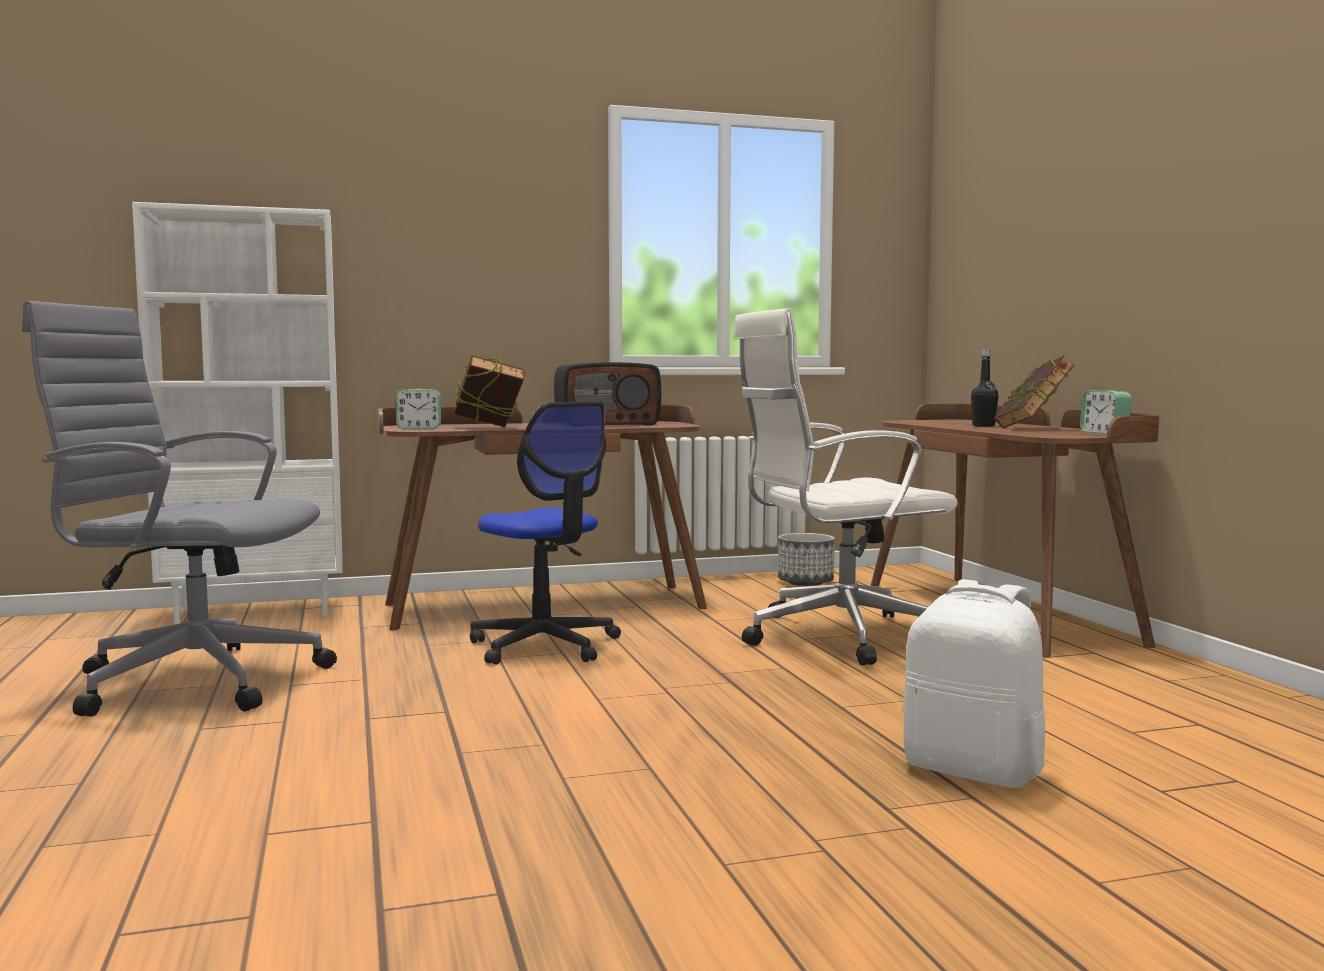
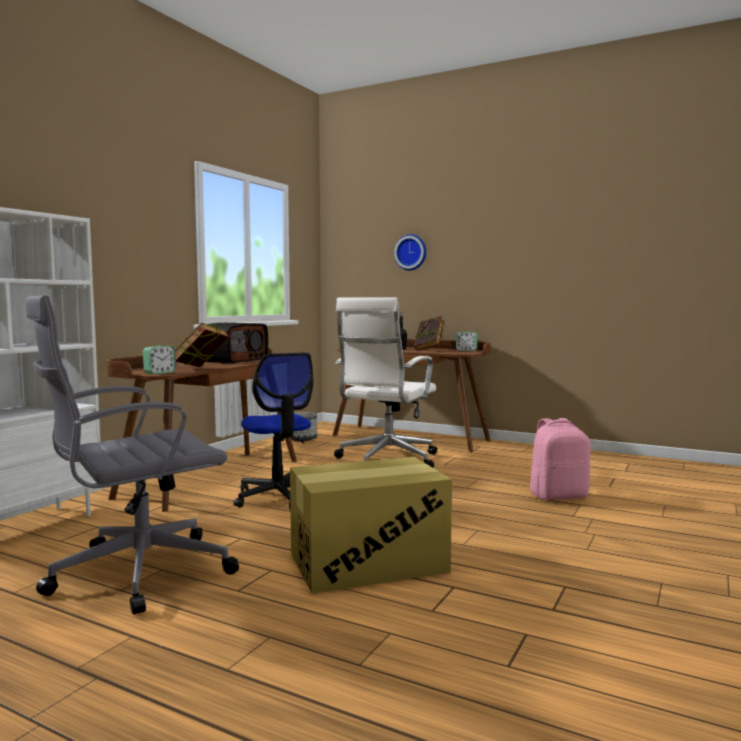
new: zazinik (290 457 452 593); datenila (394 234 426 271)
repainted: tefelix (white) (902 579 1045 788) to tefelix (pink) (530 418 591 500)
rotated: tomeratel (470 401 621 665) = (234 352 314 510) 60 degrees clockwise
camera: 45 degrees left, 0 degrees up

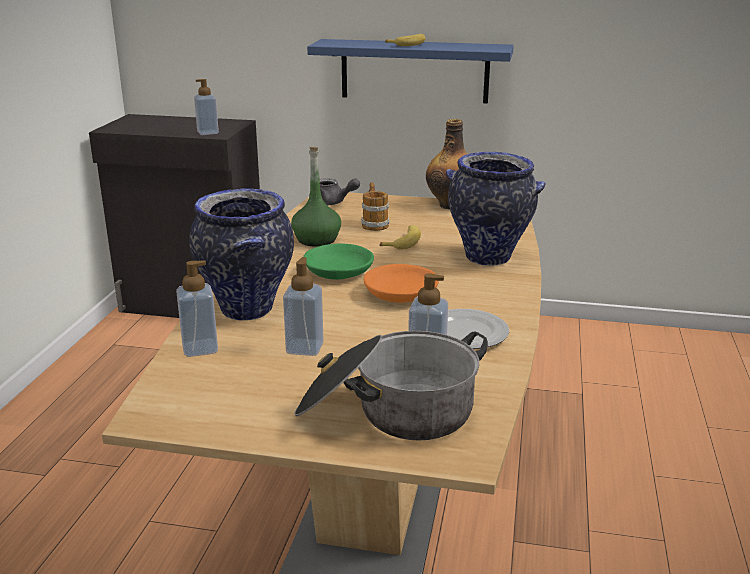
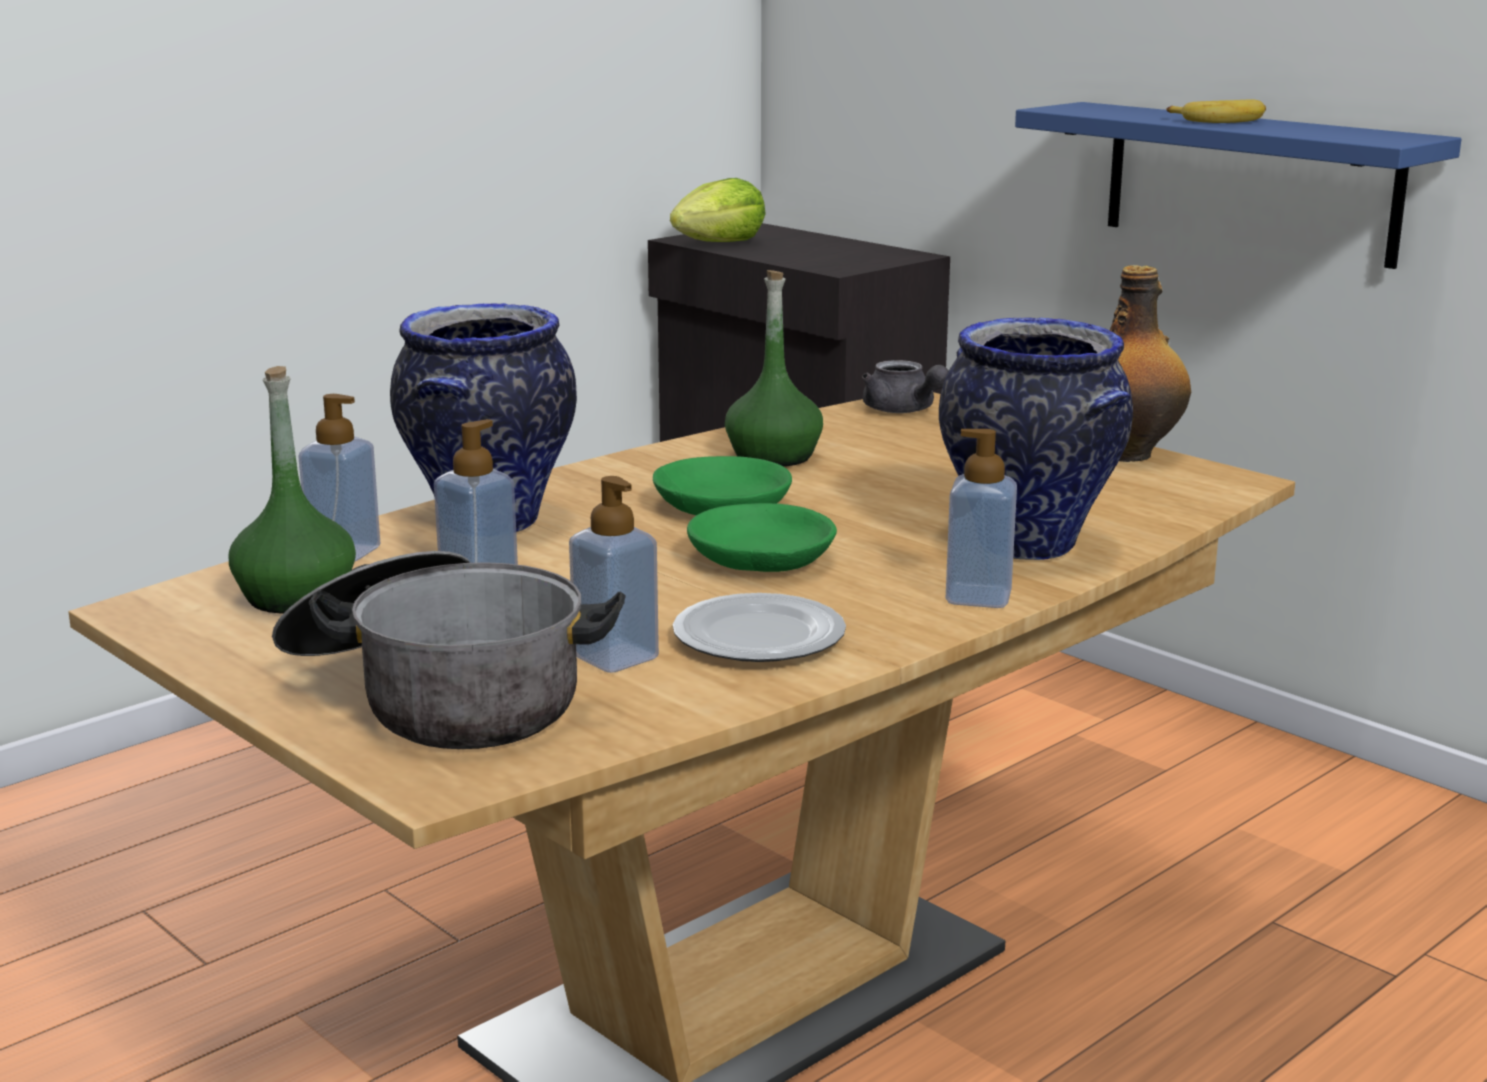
gone: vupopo (361 183 390 231); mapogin (380 225 421 250)
new: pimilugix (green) (229 366 356 613); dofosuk (670 178 766 242)
shifted: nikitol (194 79 219 135) to (946 429 1017 608)
repainted: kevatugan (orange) (363 264 439 303) to kevatugan (green) (687 503 837 572)
camera: 35 degrees right, 5 degrees down

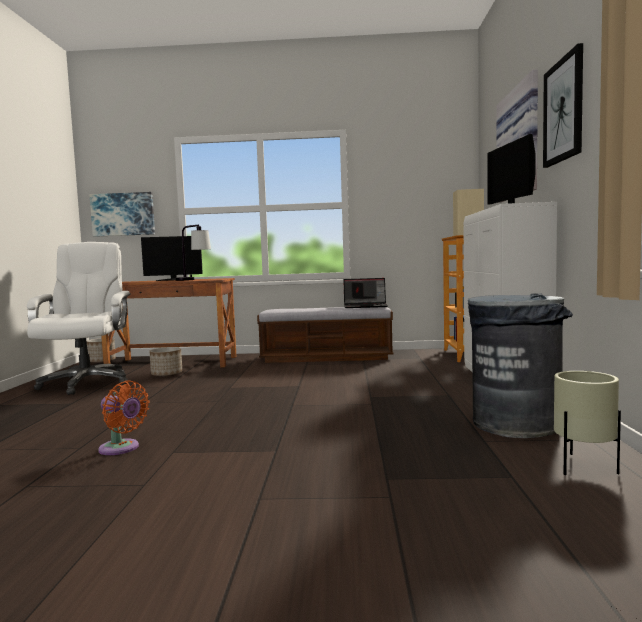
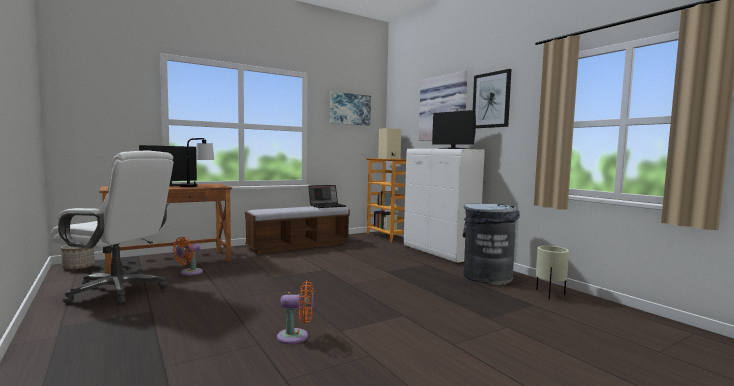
shifted: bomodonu (90 192 155 237) to (330 92 371 126)
swapped: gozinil (149 347 182 377) to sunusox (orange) (172 237 203 276)
rotated: tomeratel (white) (27 242 131 395) = (50 150 174 305) 150 degrees clockwise
camera: 35 degrees left, 0 degrees up

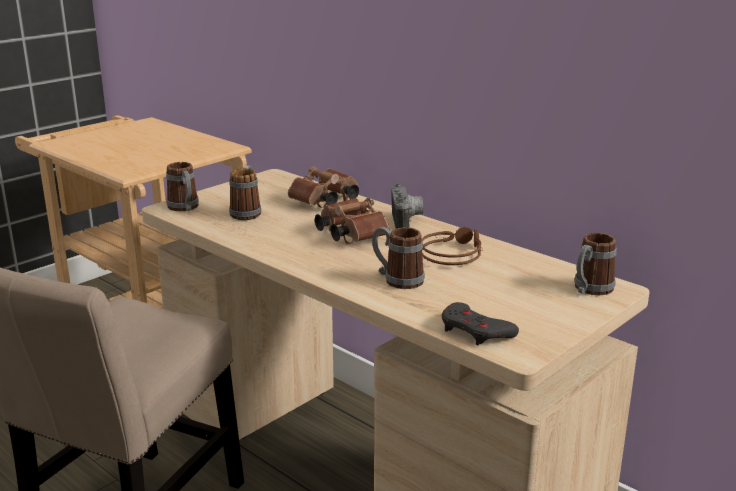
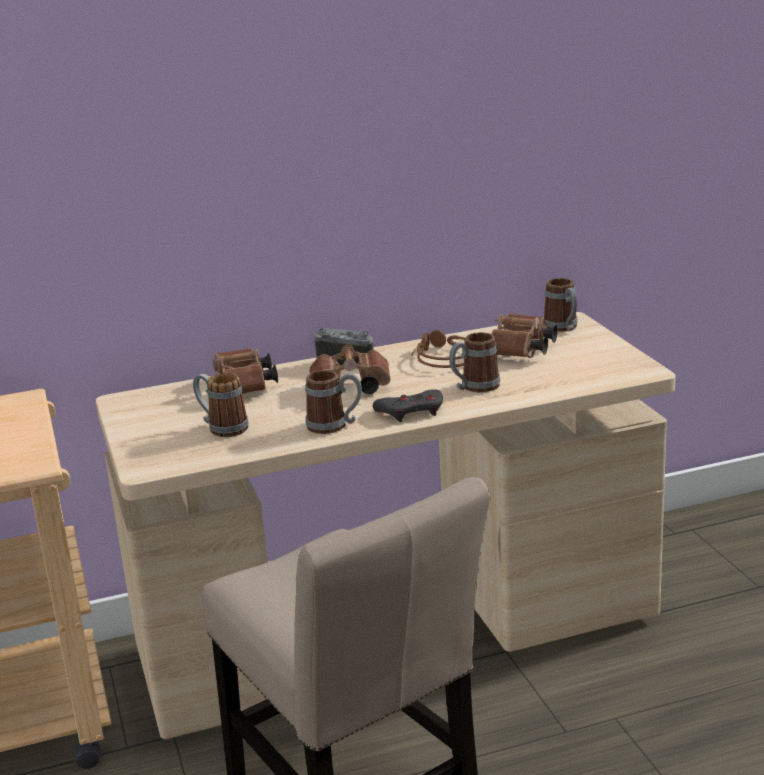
new: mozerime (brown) (492 313 558 358)
shifted: vupopo (166 162 199 211) to (305 370 362 434); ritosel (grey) (442 302 519 345) to (373 389 443 422)
camera: 60 degrees left, 0 degrees up

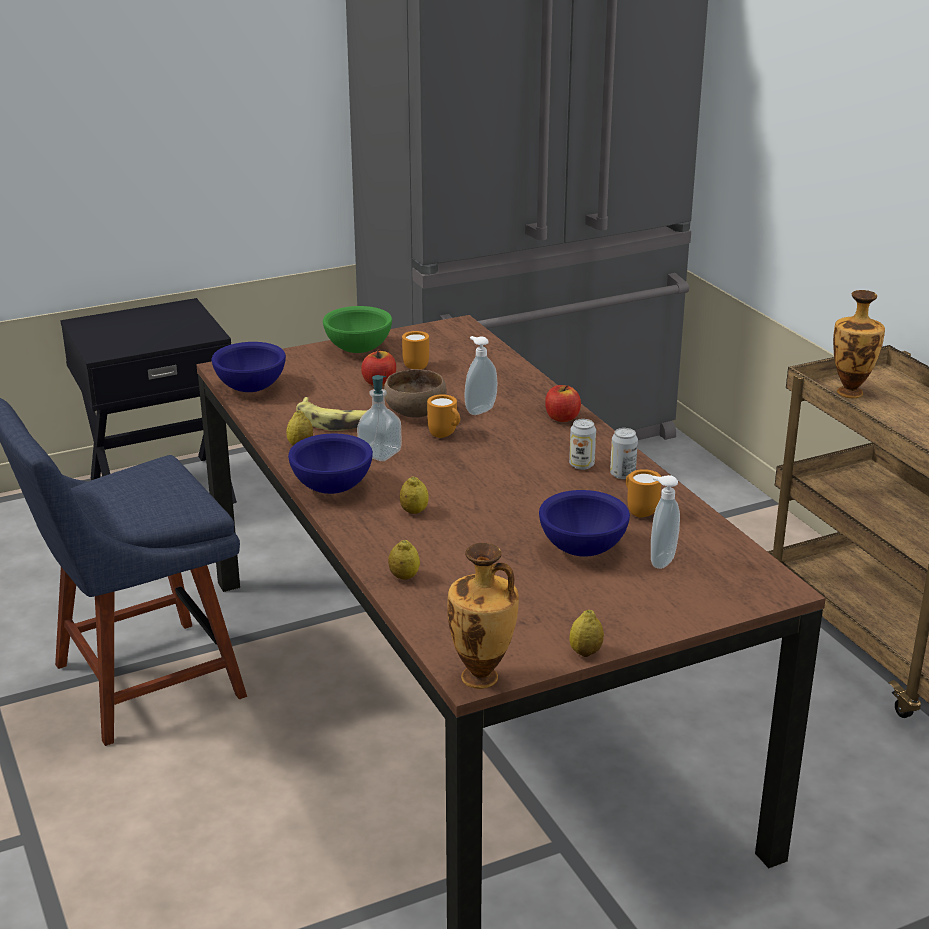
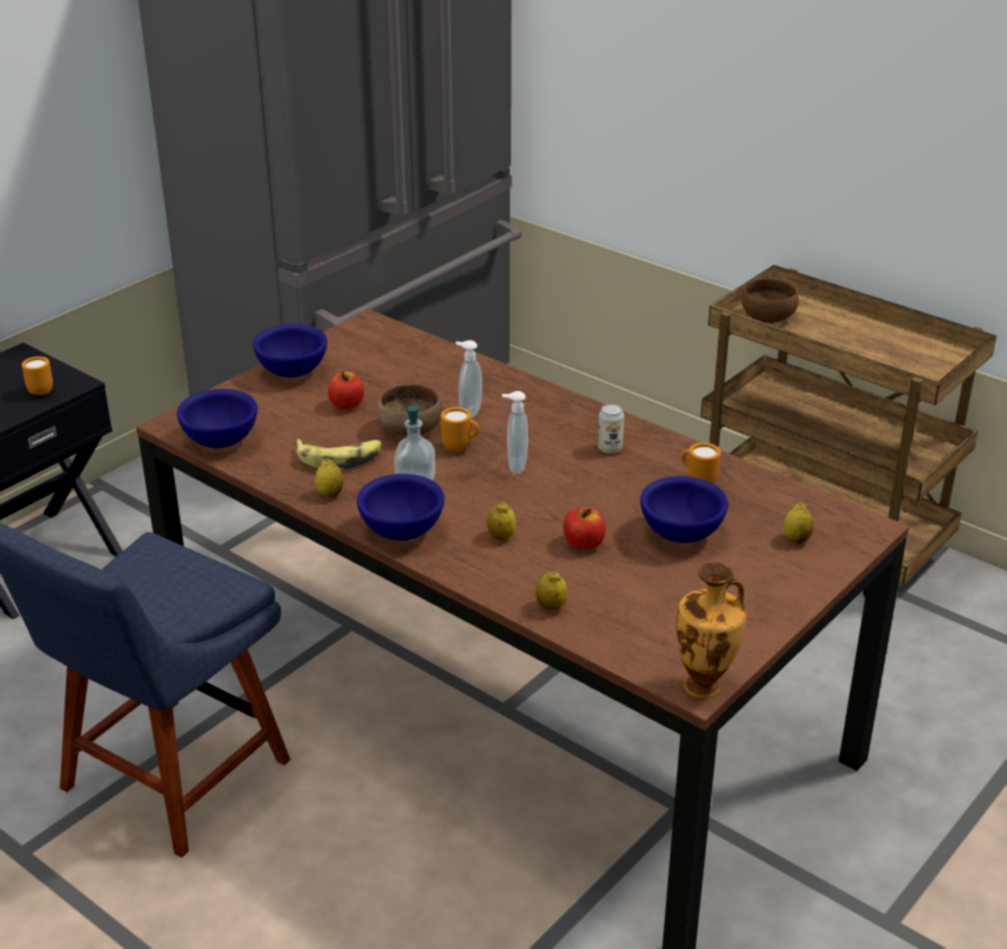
gone: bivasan (610 428 638 479)
shifted: vupopo (orange) (402 331 429 370) to (22 356 53 395); nikitol (651 475 680 569) to (502 391 528 474); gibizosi (545 385 581 422) to (563 507 606 550); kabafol (570 610 604 657) to (784 502 814 543)
swapped: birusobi (833 290 885 398) to kevatugan (brown) (741 279 799 323)
repainted: kevatugan (green) (323 306 392 353) to kevatugan (blue) (253 324 327 377)
camera: 25 degrees left, 5 degrees up

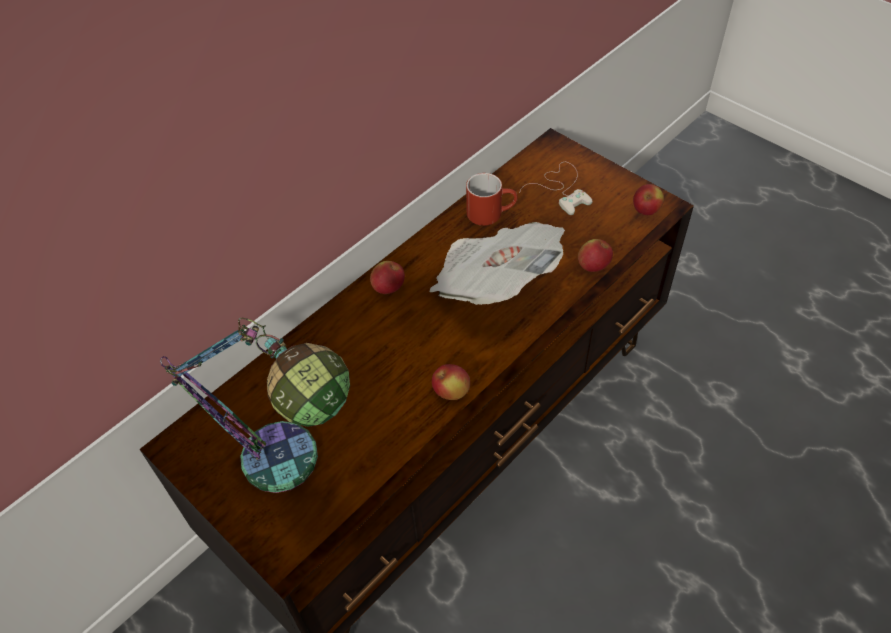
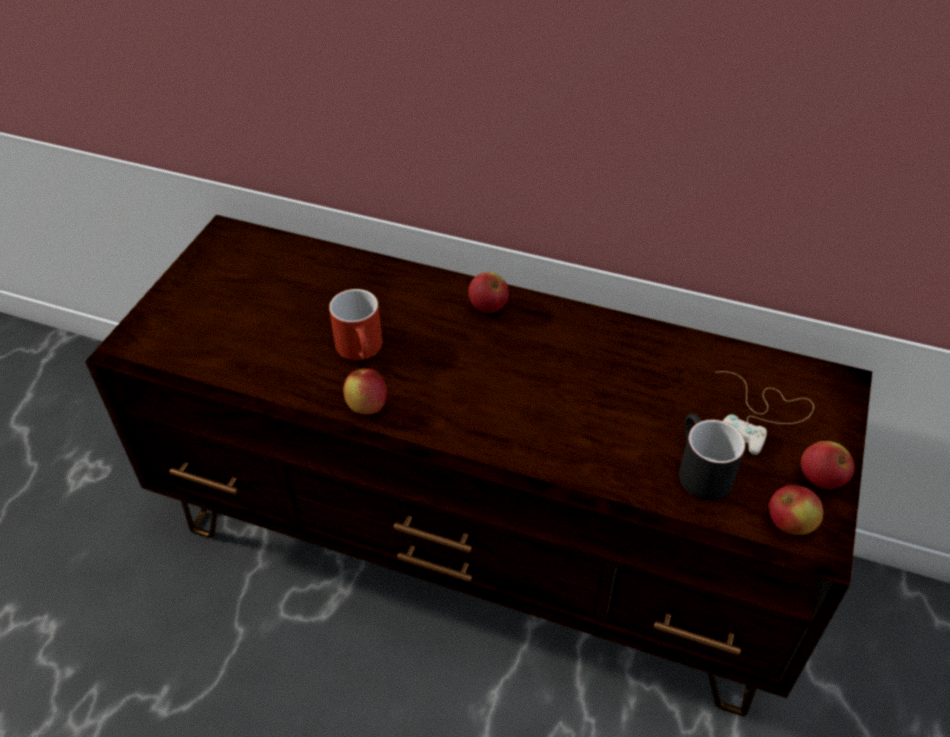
gone: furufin (160 318 350 493); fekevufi (429 222 565 305)
new: vupopo (black) (679 413 745 500)
shifted: vupopo (red) (466 173 518 226) to (329 289 382 360); gibizosi (578 239 613 272) to (801 441 854 489)
camera: 65 degrees right, 5 degrees down

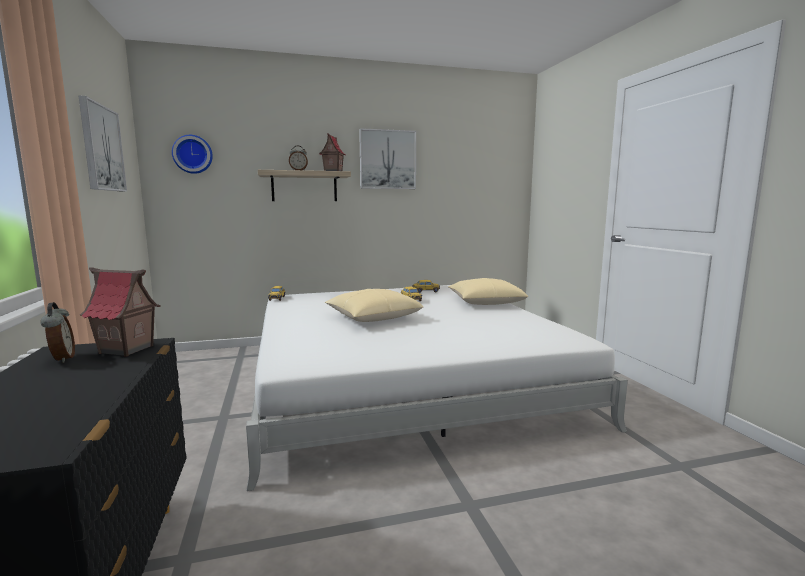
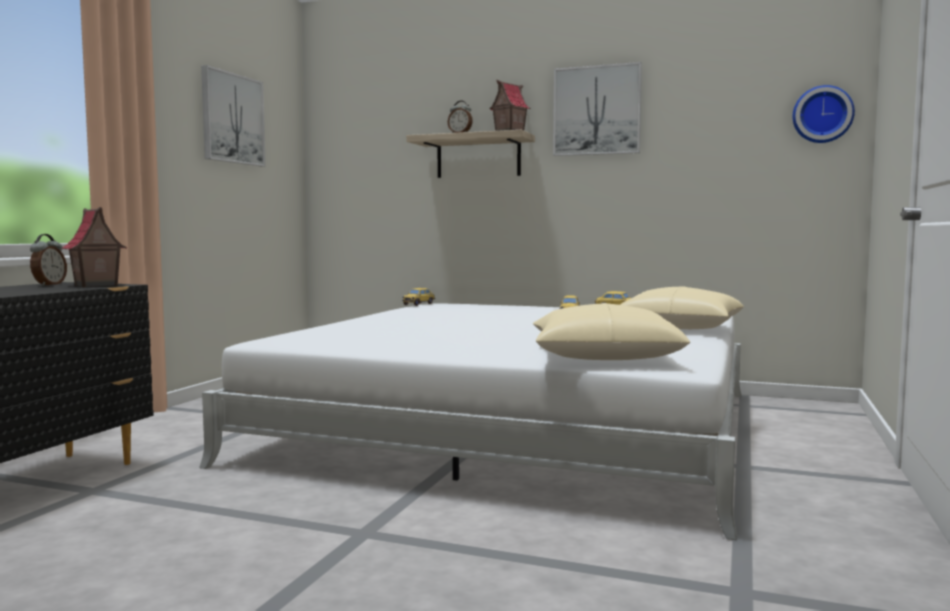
shifted: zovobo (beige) (325 289 423 322) to (532 303 690 360); datenila (172 135 213 174) to (792 85 855 143)
camera: 35 degrees right, 5 degrees down

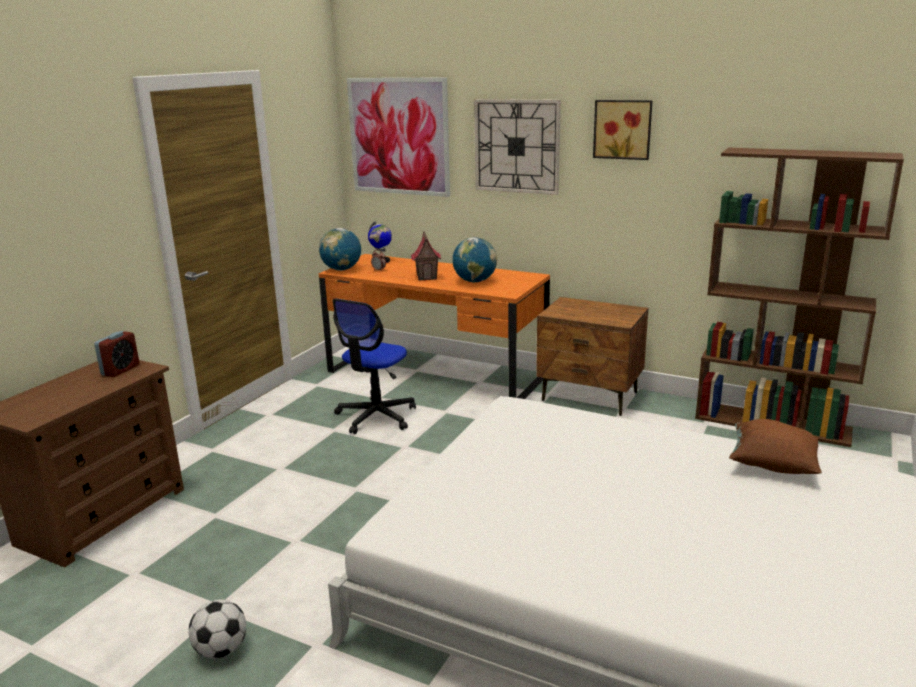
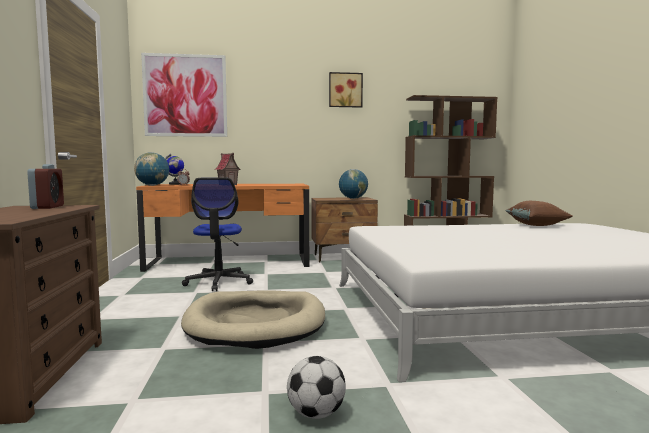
gone: datenila (474 99 561 195)
new: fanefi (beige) (181 290 325 349)
shifted: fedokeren (452 237 497 283) to (339 169 368 199)
camera: 35 degrees left, 15 degrees down

